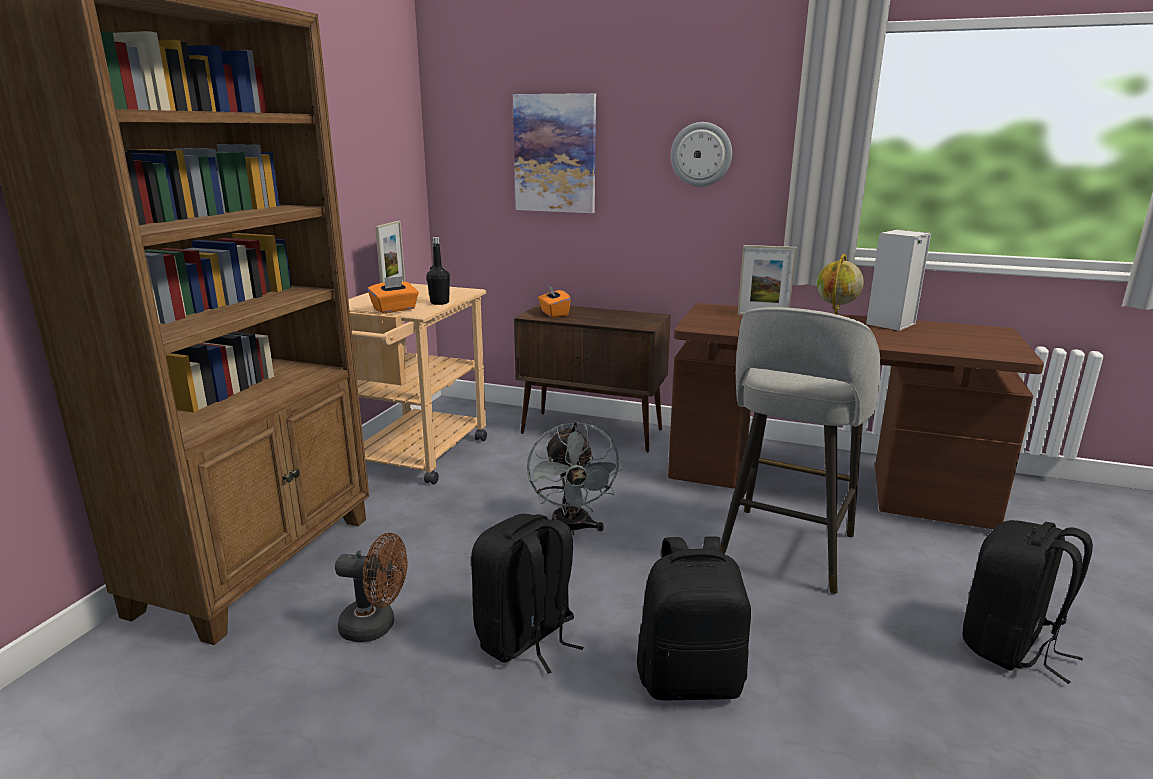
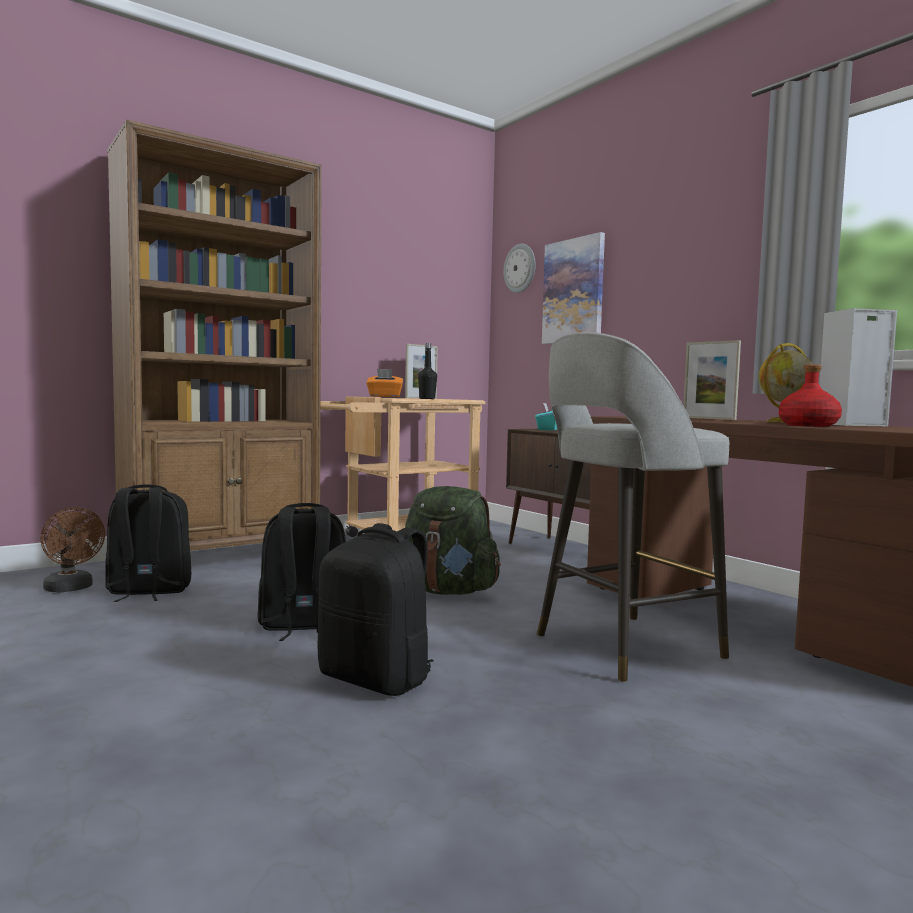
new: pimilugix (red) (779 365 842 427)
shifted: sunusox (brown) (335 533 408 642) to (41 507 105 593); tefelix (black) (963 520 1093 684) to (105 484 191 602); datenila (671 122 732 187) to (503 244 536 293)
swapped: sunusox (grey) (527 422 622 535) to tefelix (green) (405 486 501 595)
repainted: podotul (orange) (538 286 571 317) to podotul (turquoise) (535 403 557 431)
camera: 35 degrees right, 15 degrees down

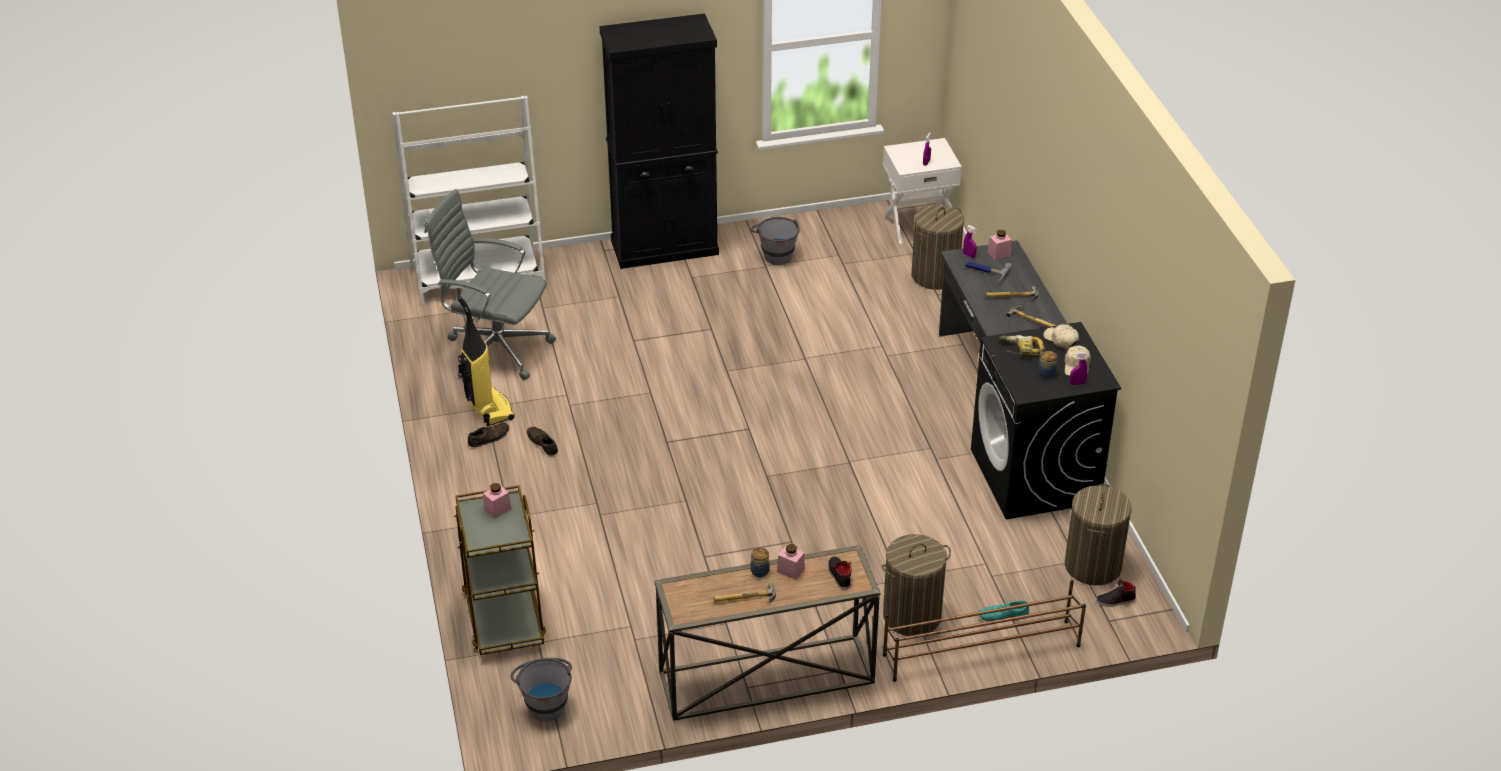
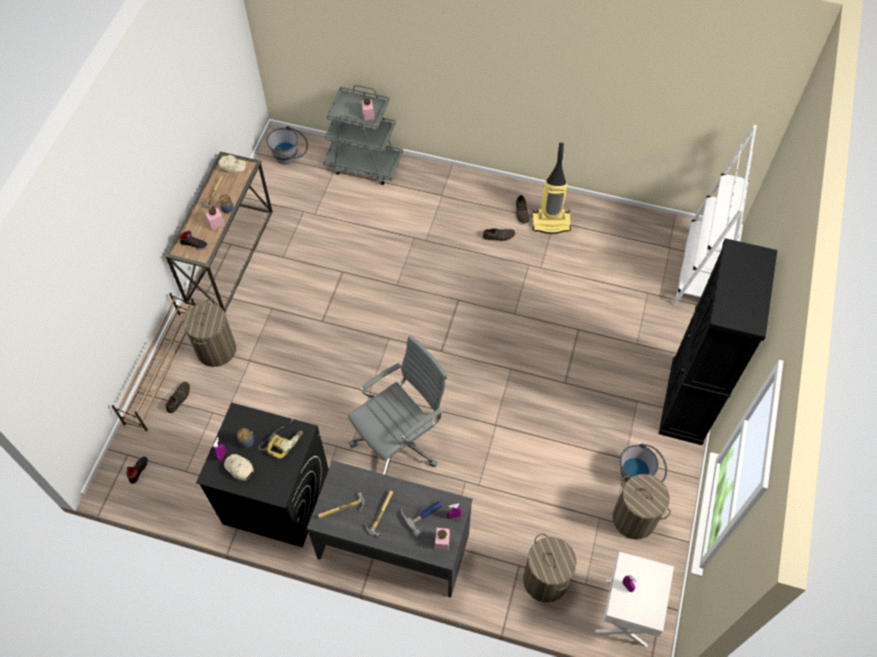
shifted: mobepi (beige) (1043 324 1079 349) to (218 155 246 173); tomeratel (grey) (424 189 556 380) to (348 335 447 475); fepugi (1065 484 1132 586) to (613 474 671 540)
repainted: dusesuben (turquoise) (979 600 1029 622) to dusesuben (brown) (166 382 190 413); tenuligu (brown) (454 485 546 655) to tenuligu (grey) (323 85 403 185)
camera: 120 degrees right, 20 degrees up

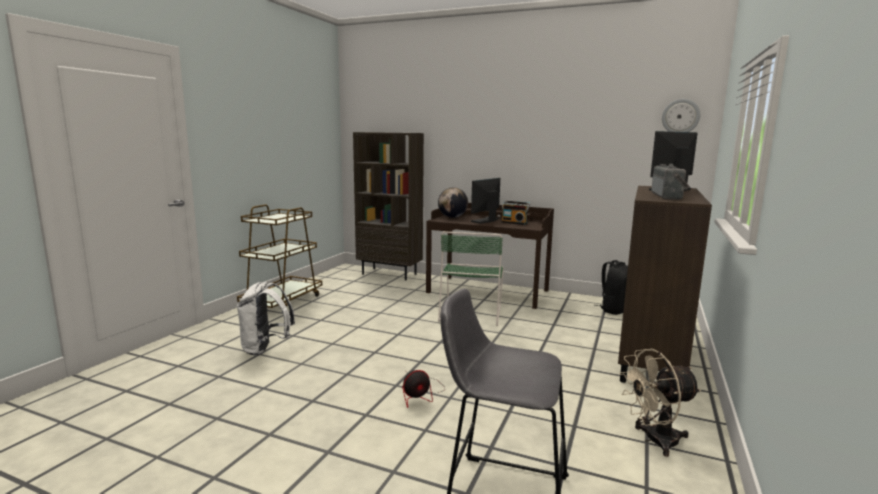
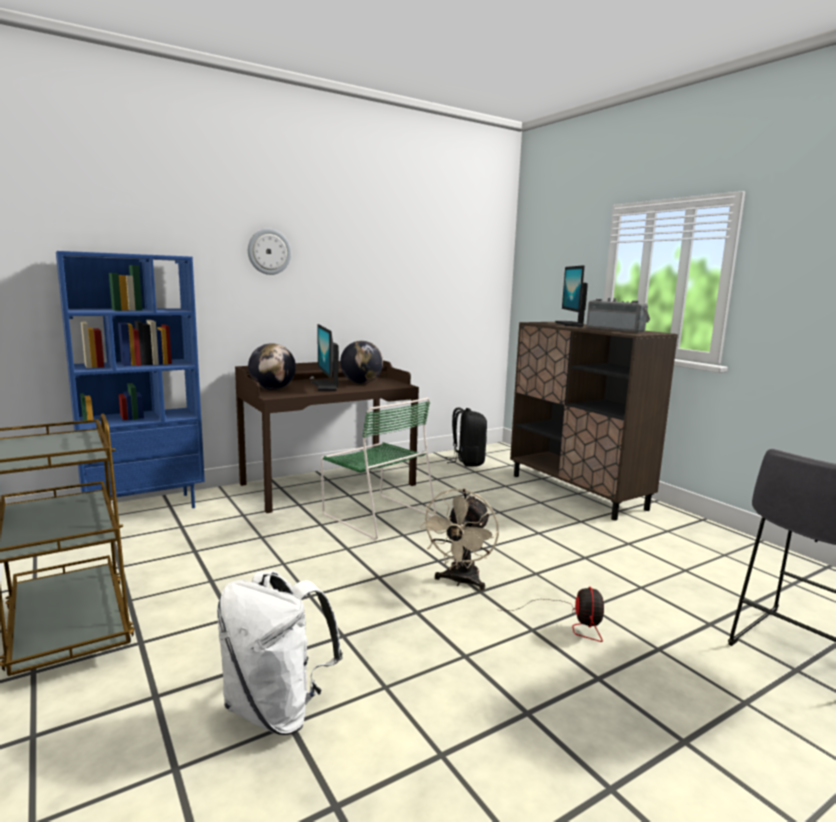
shifted: datenila (662 99 700 132) to (248 229 291 275); sunusox (beige) (619 349 701 457) to (420 489 499 590)
swapped: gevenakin (501 201 530 225) to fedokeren (340 341 383 384)
repainted: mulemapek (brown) (353 132 424 280) to mulemapek (blue) (56 251 205 508)
camera: 55 degrees left, 0 degrees up

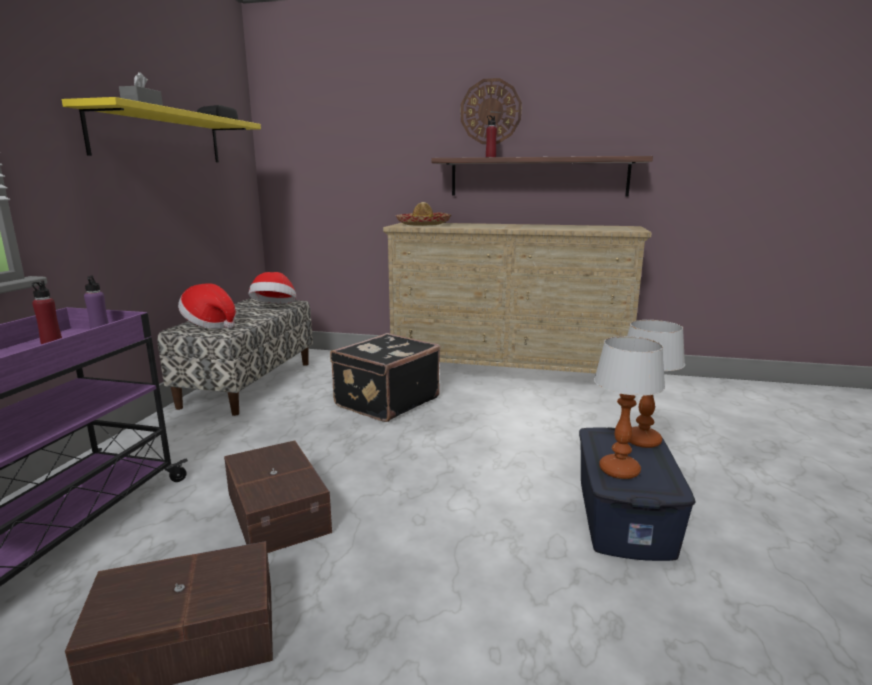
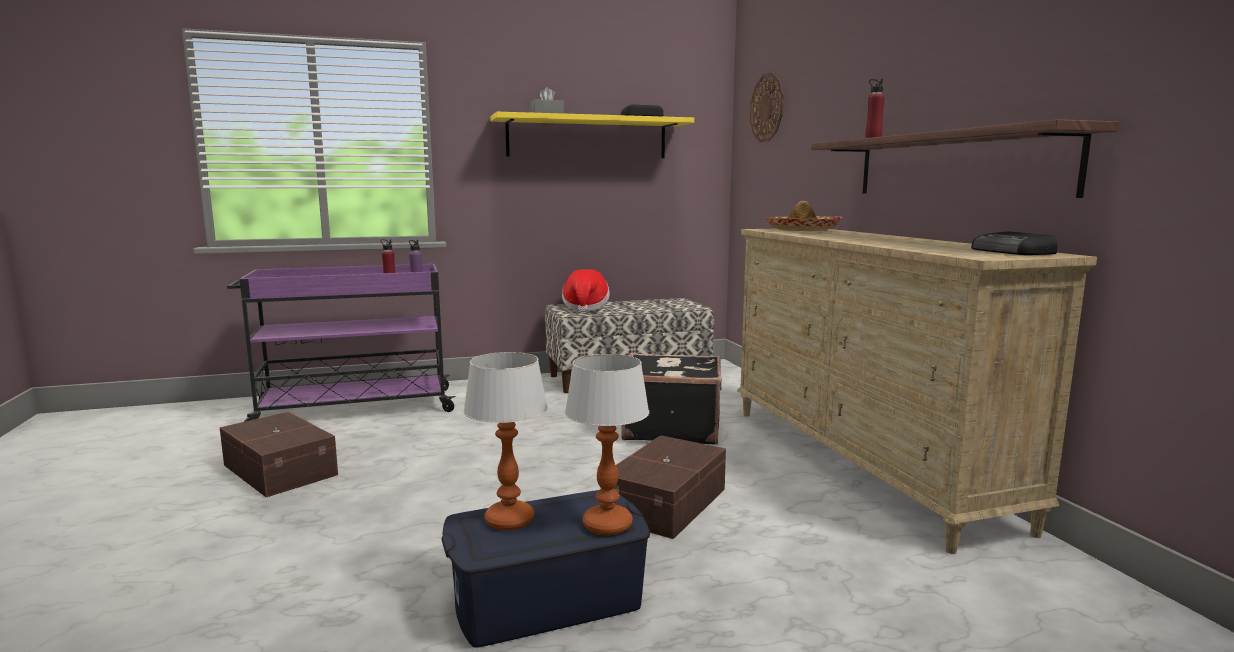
gone: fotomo (249 272 296 304)
new: gevenakin (971 231 1057 255)
shifted: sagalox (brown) (224 440 332 553) to (614 435 726 539); datenila (461 78 522 144) to (750 72 784 142)
camera: 60 degrees right, 5 degrees down

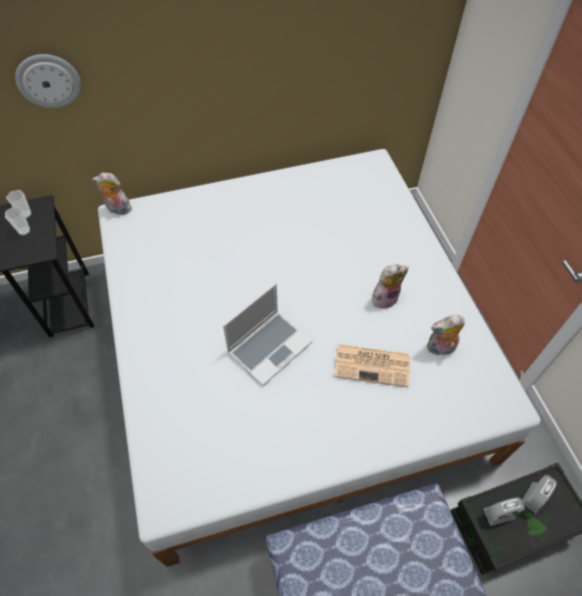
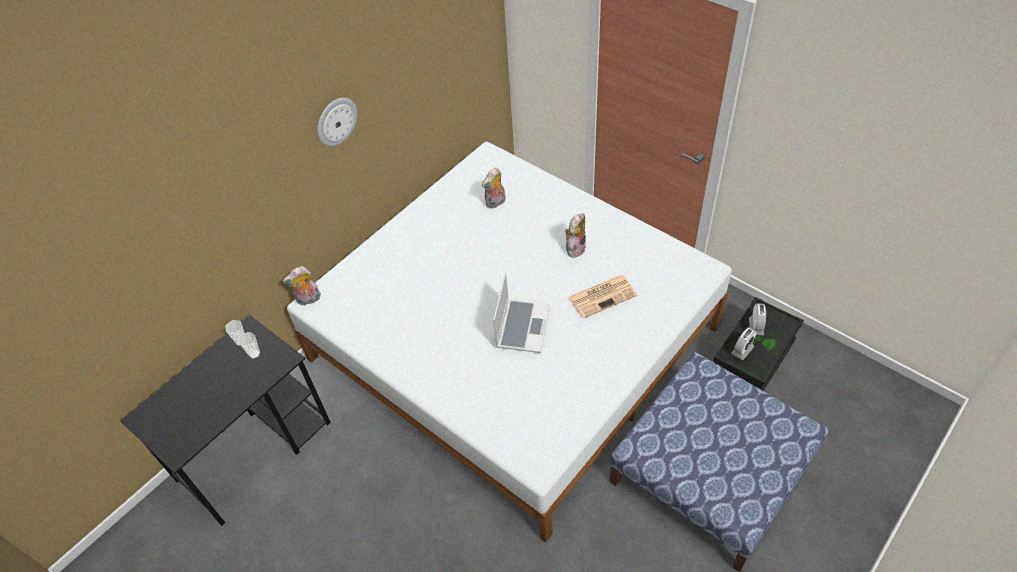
shifted: datenila (15 54 81 108) to (317 98 357 147); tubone (427 315 465 357) to (482 167 506 209)
camera: 30 degrees left, 5 degrees down

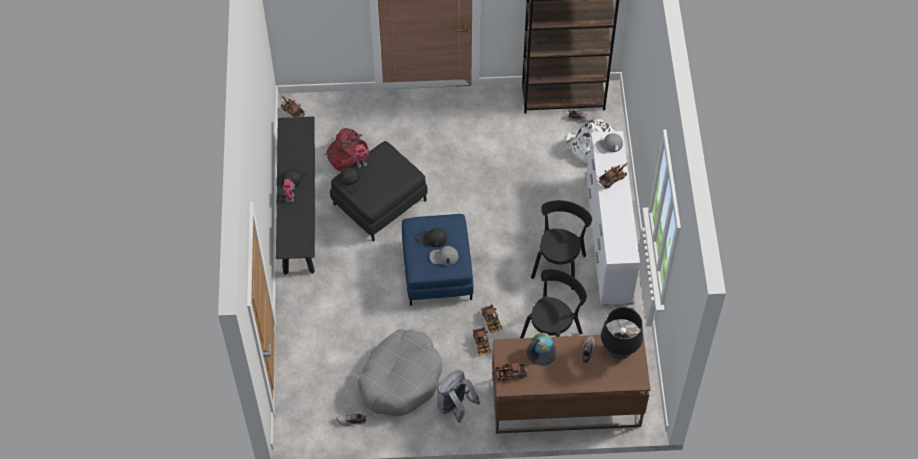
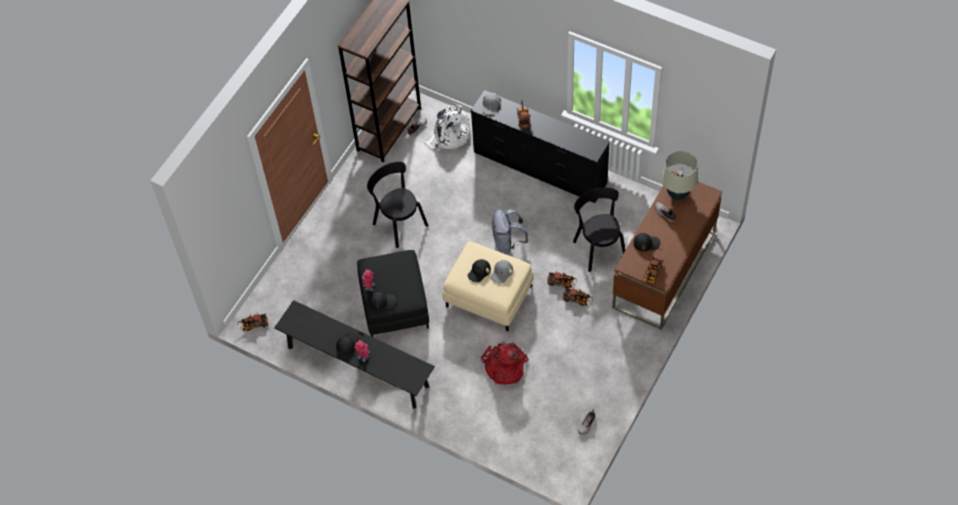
gone: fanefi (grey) (358 329 442 416)
shifted: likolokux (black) (531 200 592 290) to (367 162 428 248); tefelix (red) (325 128 369 172) to (481 342 529 384); tefelix (grey) (437 370 480 423) to (492 209 528 253)
swapped: fedokeren (527 333 556 366) to mobepi (black) (633 233 661 251)
repainted: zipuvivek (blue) (402 214 474 306) to zipuvivek (beige) (443 241 534 332); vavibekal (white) (586 131 640 305) to vavibekal (black) (471 90 610 203); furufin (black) (601 307 643 360) to furufin (beige) (662 151 698 200)
camera: 55 degrees left, 0 degrees up

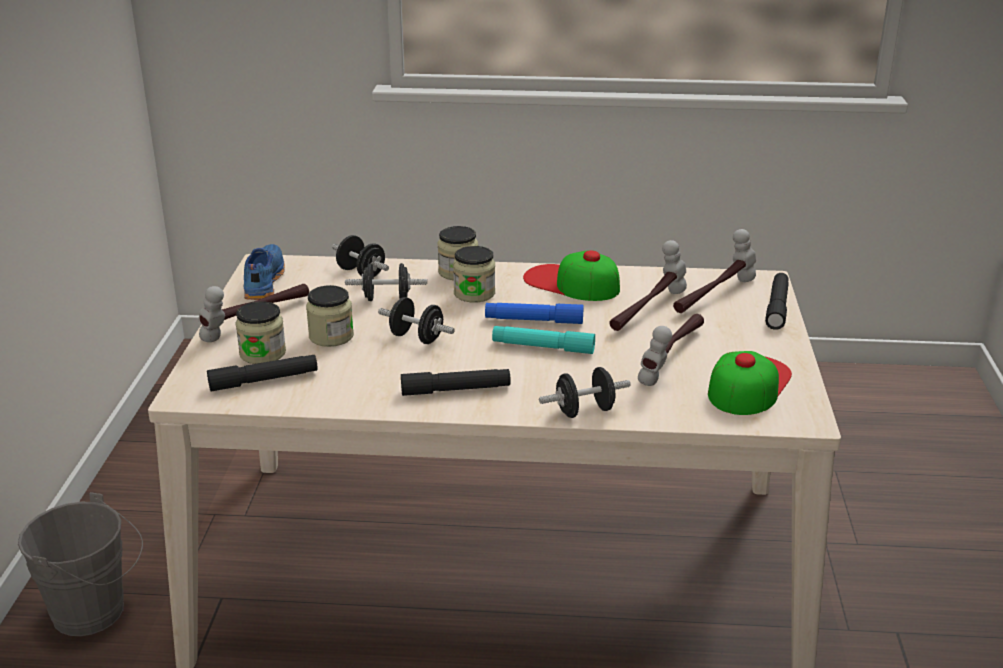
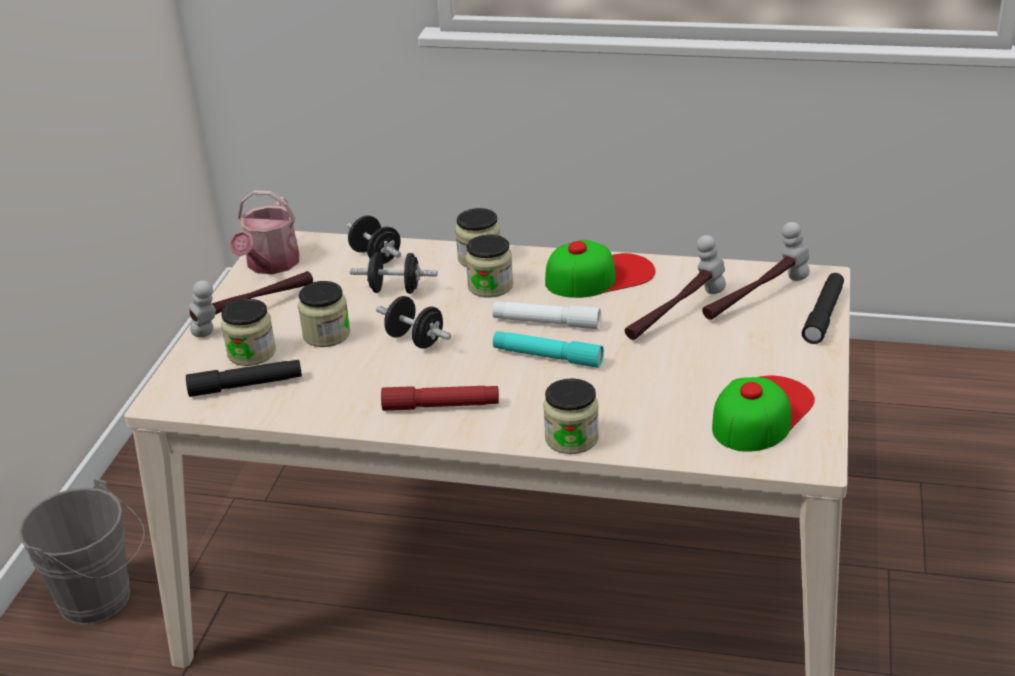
gone: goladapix (638 314 704 386)
swapped: dusesuben (blue) (243 244 285 300) to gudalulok (229 190 300 274); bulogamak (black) (539 367 631 418) to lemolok (543 378 599 454)
repainted: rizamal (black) (401 369 511 396) to rizamal (red) (381 386 499 411); rizamal (blue) (485 303 584 324) to rizamal (white) (492 302 601 329)
rotated: mobepi (523 250 620 301) = (545 240 655 298) 120 degrees clockwise
camera: 10 degrees right, 5 degrees up

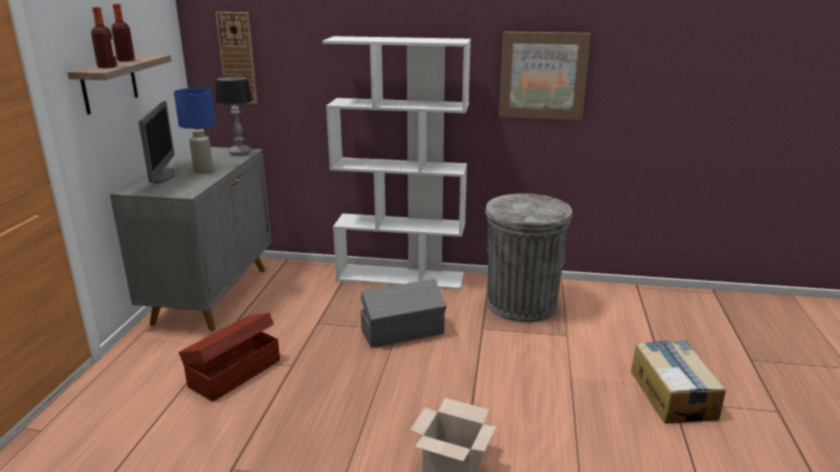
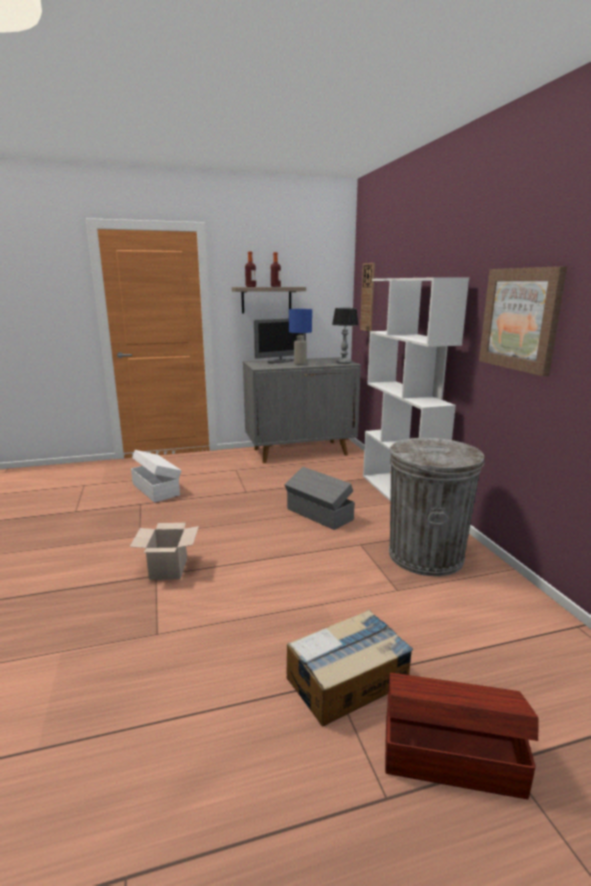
new: sagalox (white) (131 450 182 503)
shifted: sagalox (brown) (179 313 280 402) to (385 673 539 799)
camera: 65 degrees right, 5 degrees down

